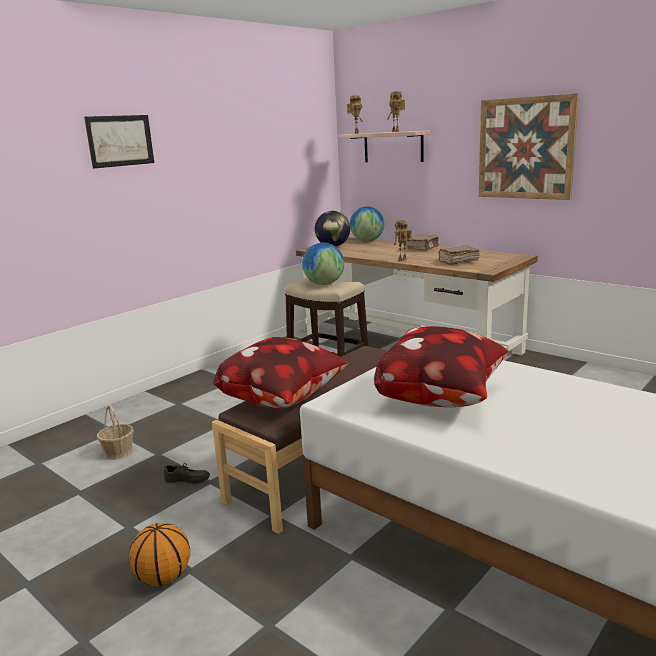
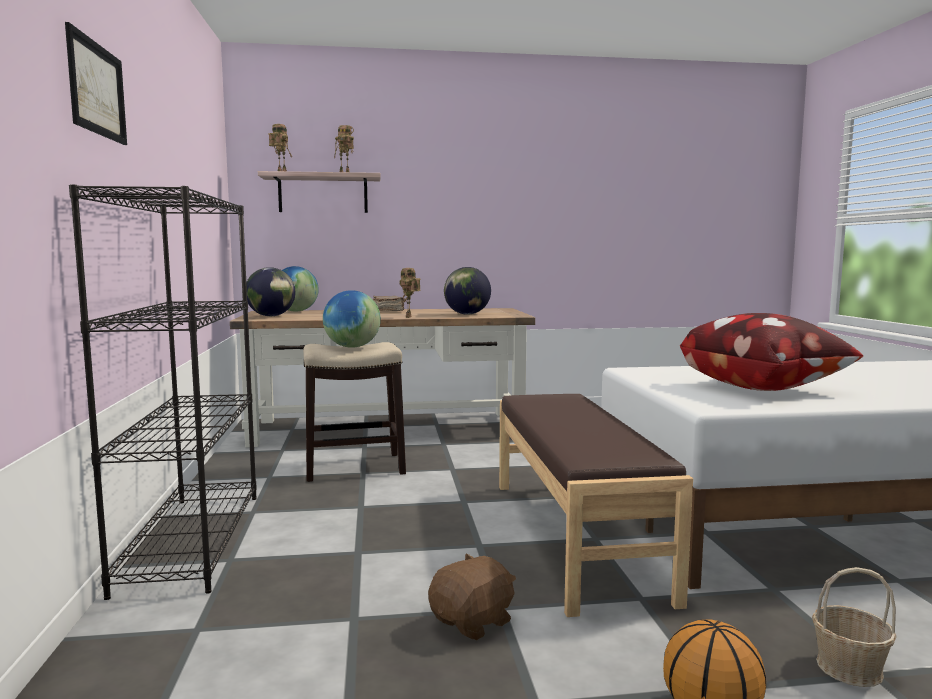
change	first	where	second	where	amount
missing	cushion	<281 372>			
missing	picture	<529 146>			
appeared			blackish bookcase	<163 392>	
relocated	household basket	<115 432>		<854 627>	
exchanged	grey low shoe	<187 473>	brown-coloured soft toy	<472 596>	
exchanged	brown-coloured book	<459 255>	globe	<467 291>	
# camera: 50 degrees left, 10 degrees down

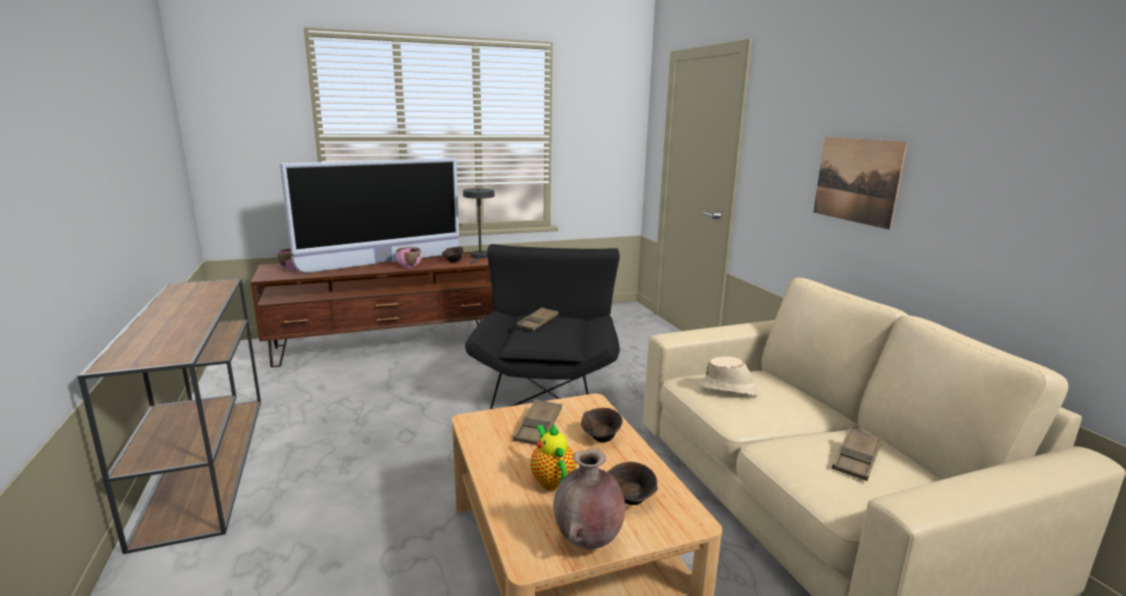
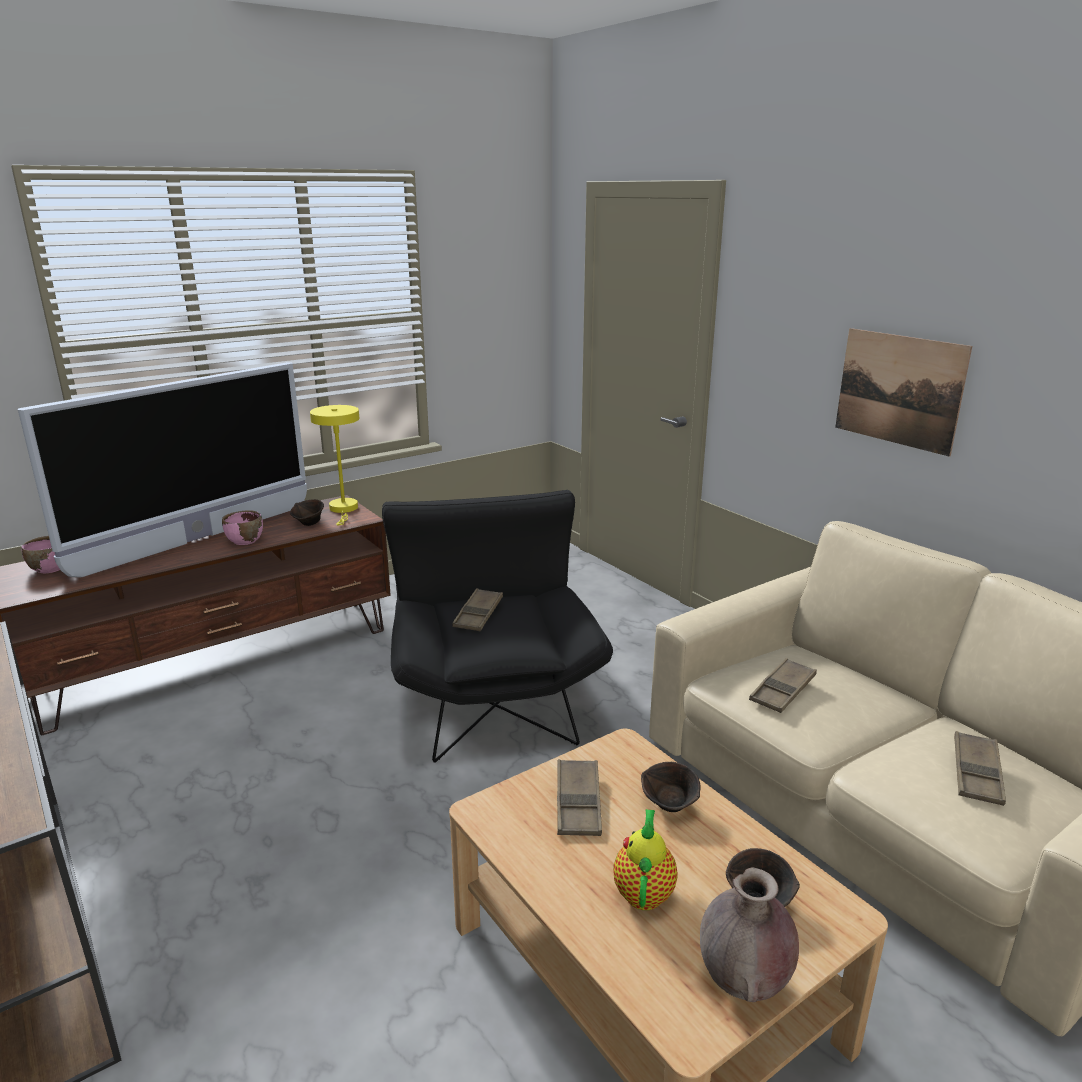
change	first	where	second	where	amount
exchanged	sand-coloured clothing hat	<729 376>	brown-coloured serving tray	<783 685>	
colour	grey lamp for a table	<478 226>	yellowish lamp for a table	<335 465>	
spun	teapot	<553 457>		<645 859>	45 degrees clockwise
# camera: 15 degrees left, 5 degrees up

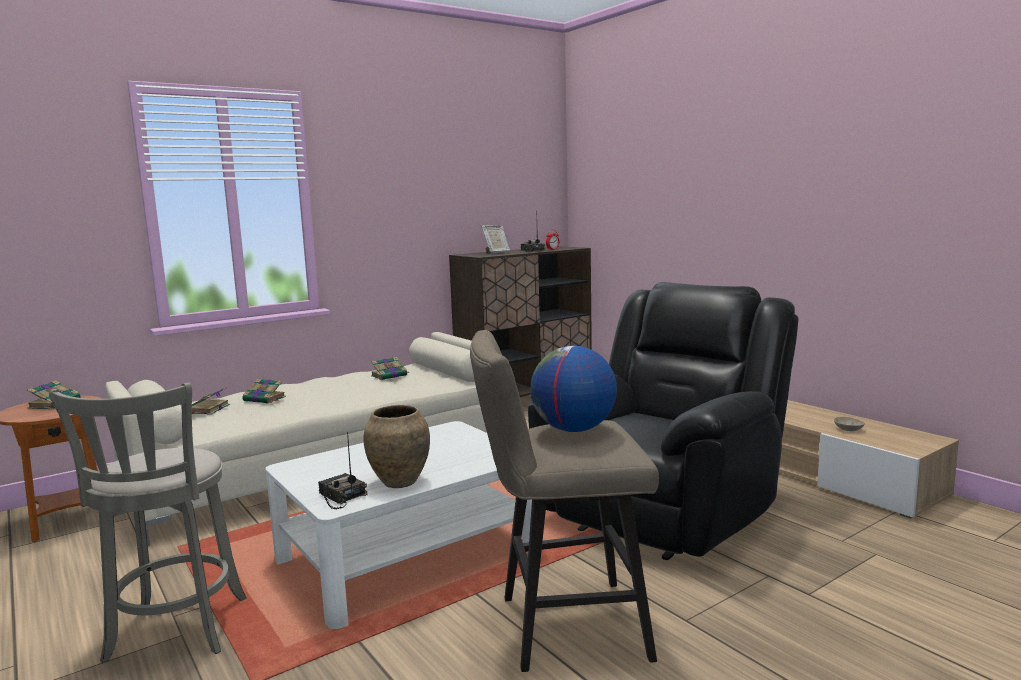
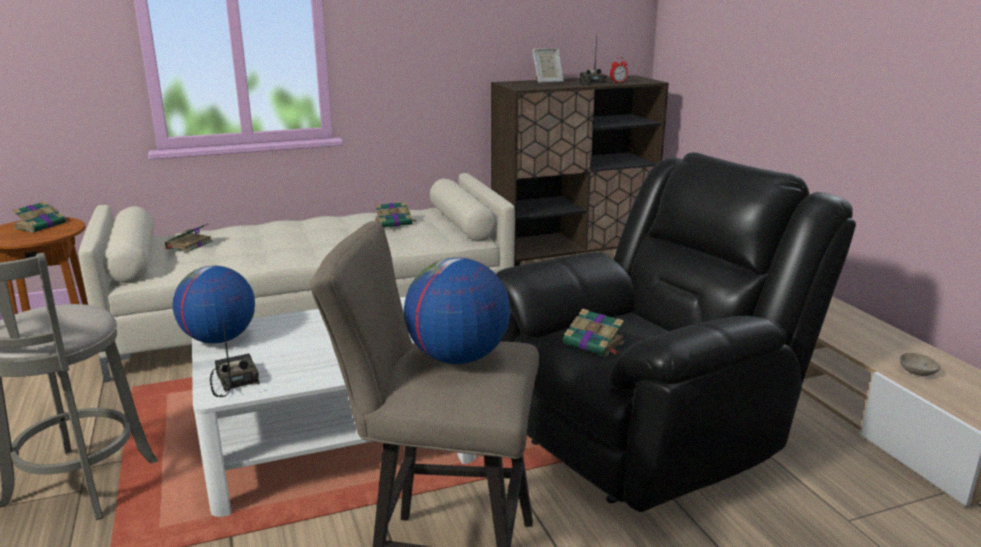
change	first	where	second	where	amount
missing	brown-coloured flower vase	<396 446>			
appeared			globe	<213 304>	
relocated	book	<264 391>		<593 333>	
# camera: 15 degrees right, 10 degrees up

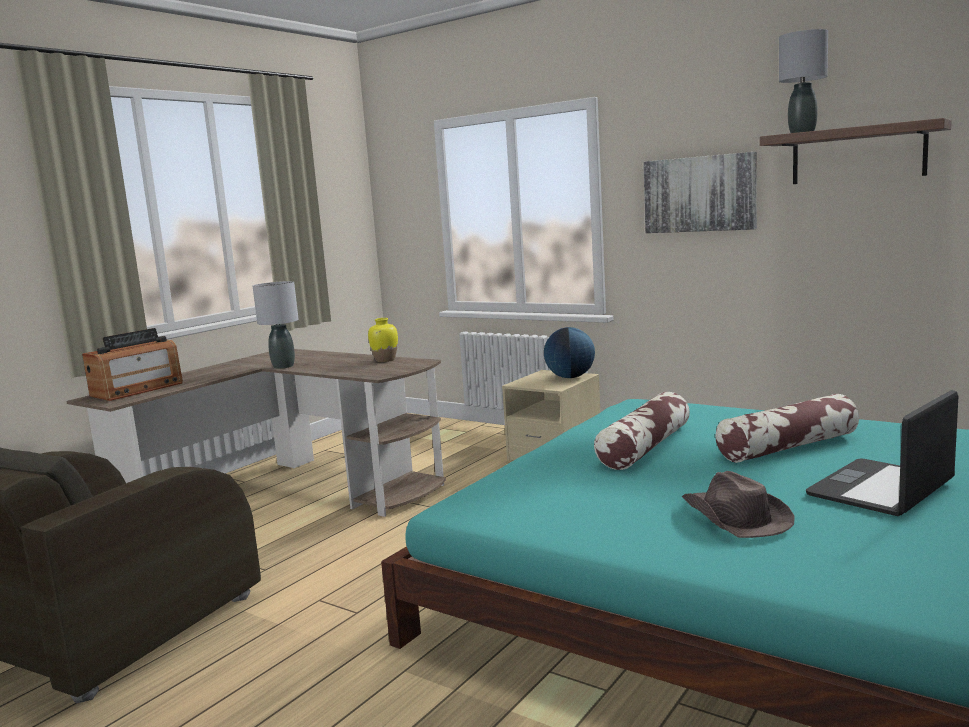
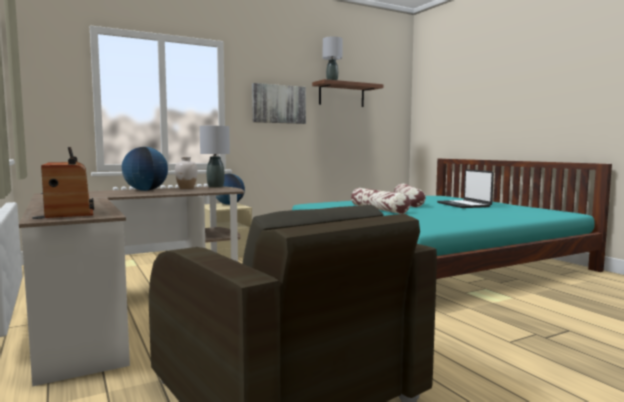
change	first	where	second	where	amount
missing	brown-coloured clothing hat	<737 504>			
appeared			globe	<144 169>	
relocated	grey lamp for a table	<276 325>		<215 157>	
colour	yellowish flower vase	<383 340>	whitish flower vase	<186 173>	
# camera: 65 degrees left, 5 degrees down

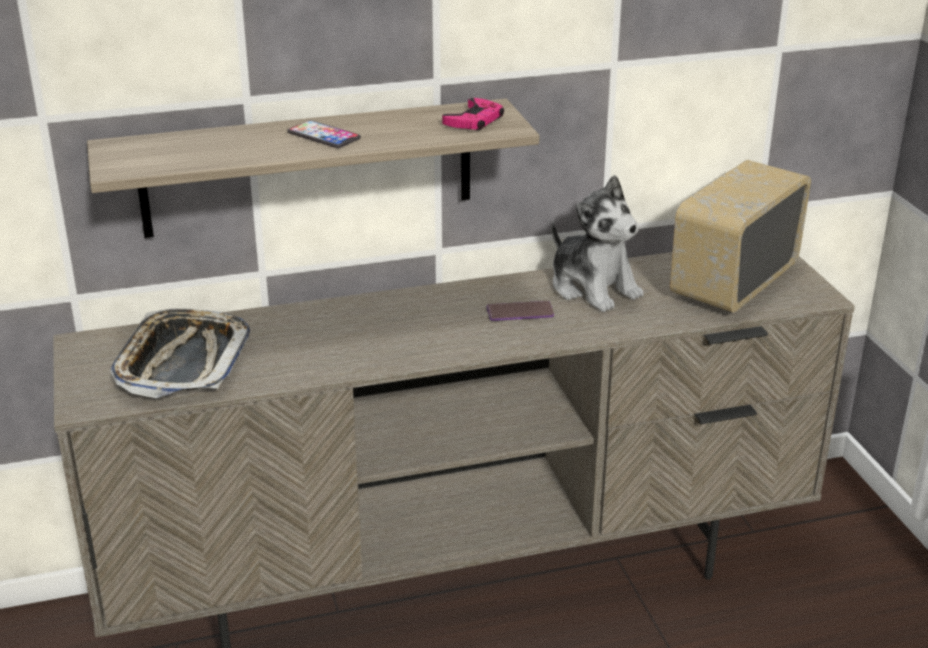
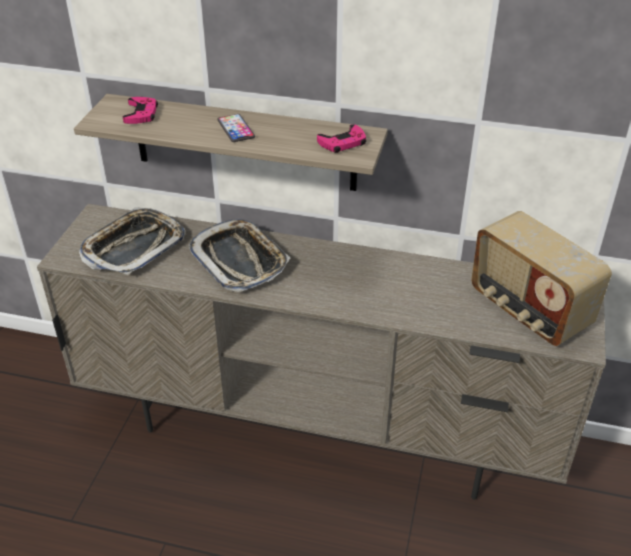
change	first	where	second	where	amount
missing	phone	<520 311>			
missing	soft toy	<598 243>			
appeared			pink joypad	<140 110>	
appeared			serving tray	<239 255>	
spun	radio set	<740 236>		<541 278>	105 degrees counterclockwise
# camera: 30 degrees right, 10 degrees up

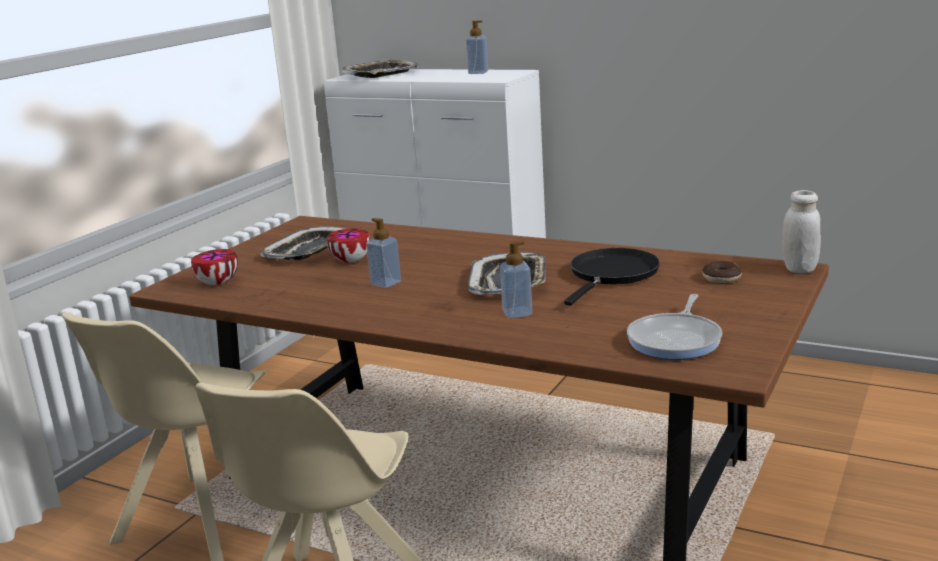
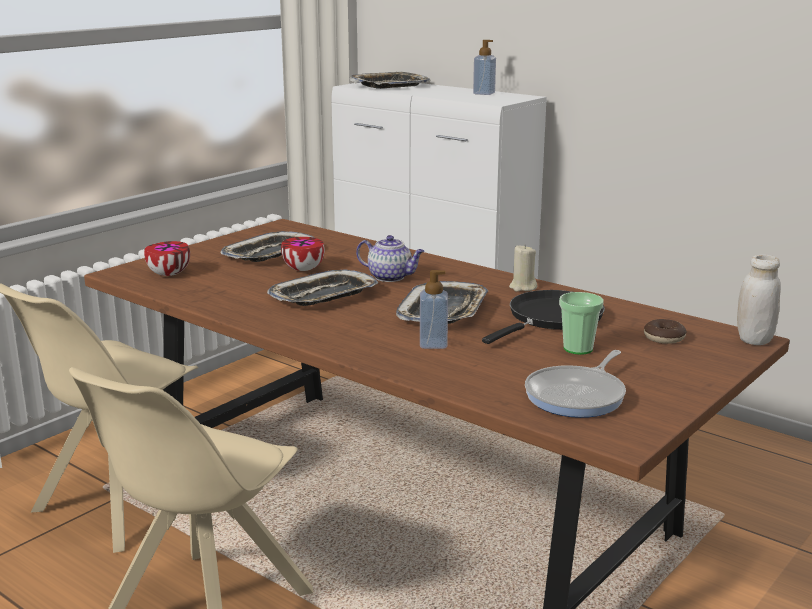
change	first	where	second	where	amount
appeared			teapot	<390 258>	
appeared			sand-coloured wax light	<523 268>	
appeared			cup	<581 323>	
exchanged	liquid soap bottle	<383 253>	serving tray	<322 287>	
# camera: 10 degrees right, 0 degrees up

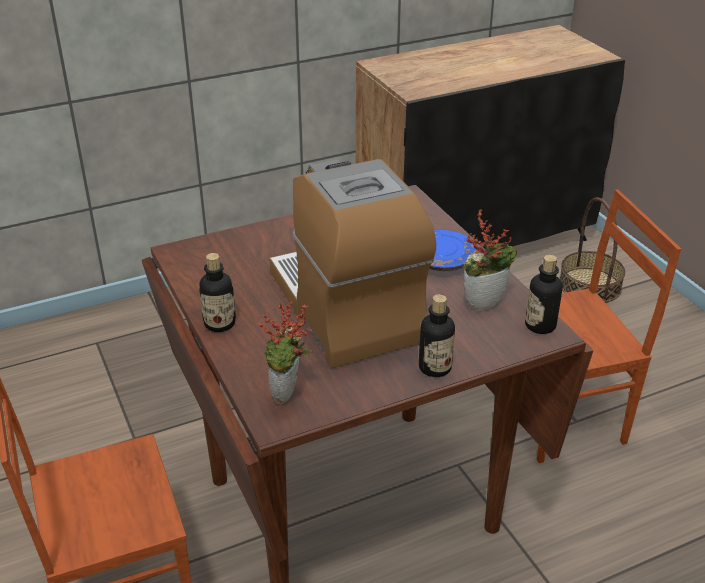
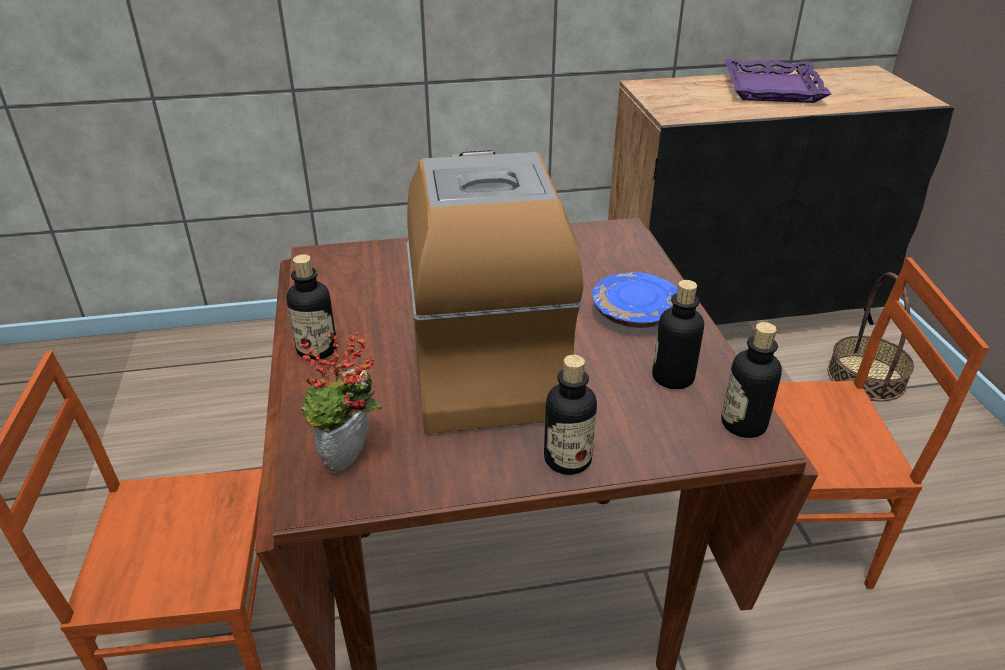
change	first	where	second	where	amount
appeared			purple serving tray	<777 81>	
exchanged	houseplant	<489 260>	bottle	<678 334>	
# camera: 15 degrees right, 0 degrees up

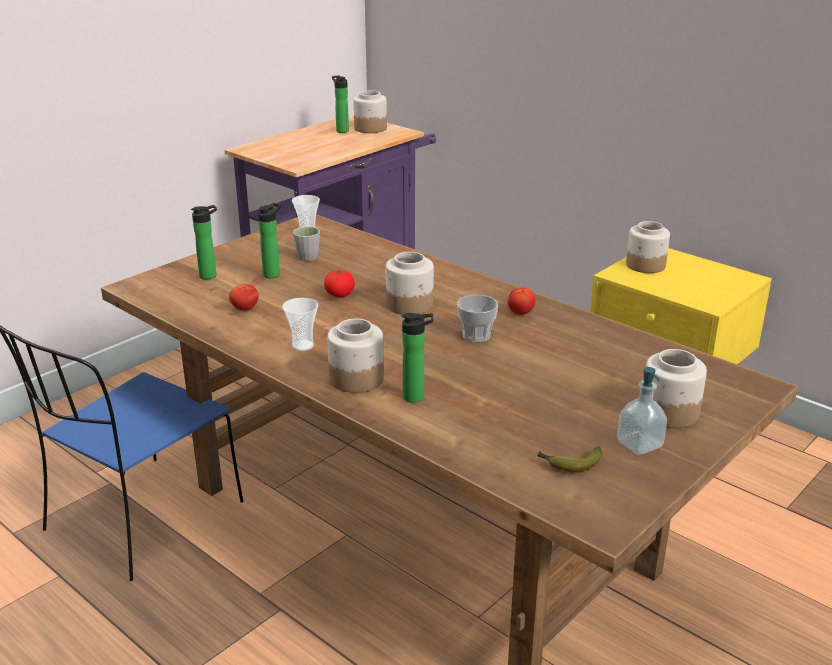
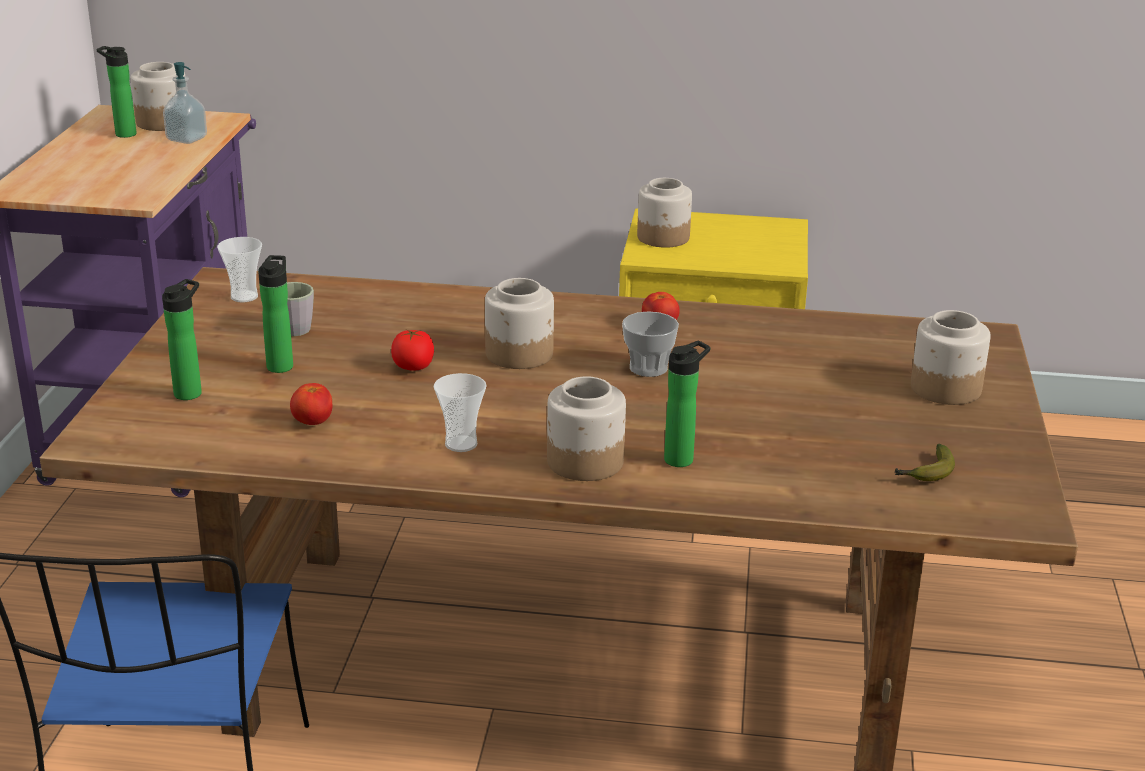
change	first	where	second	where	amount
relocated	liquid soap bottle	<642 411>		<185 103>	
# camera: 35 degrees left, 0 degrees up

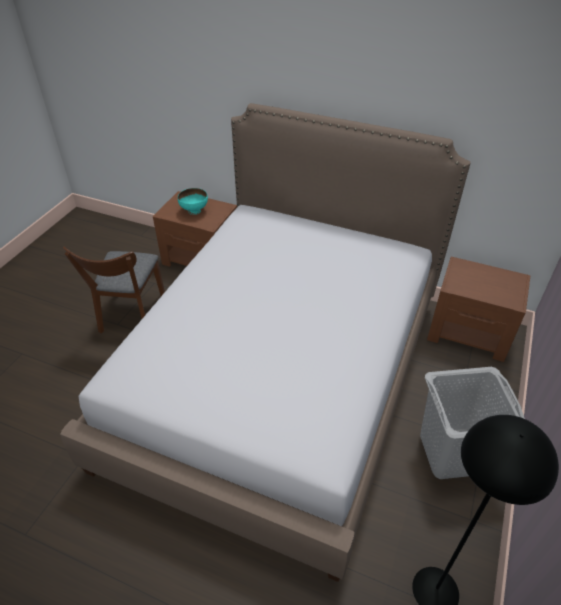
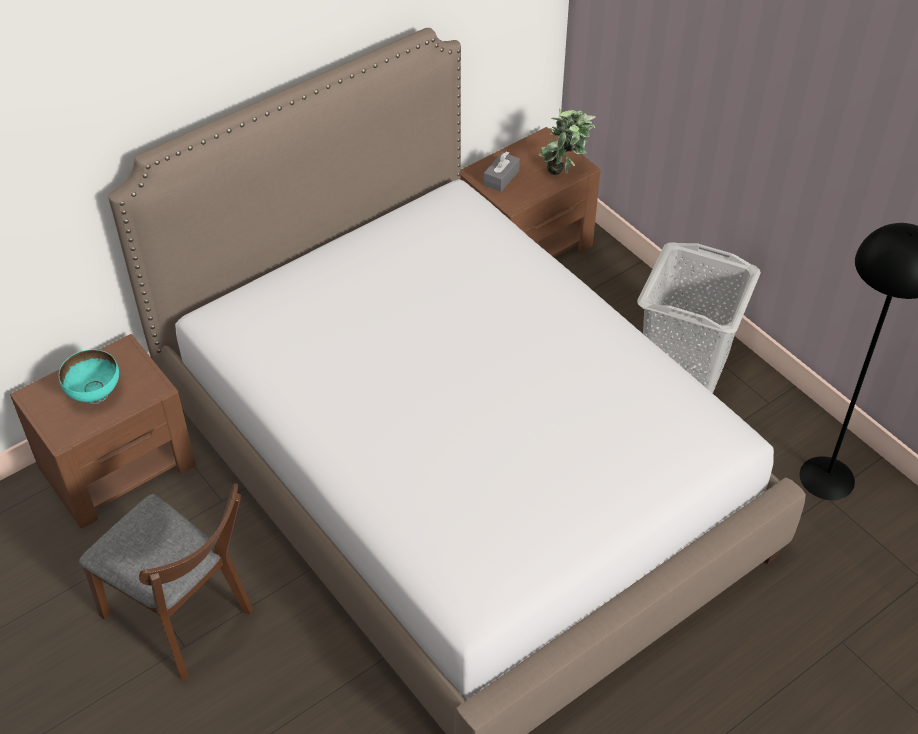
change	first	where	second	where	amount
appeared			grey tissue holder	<502 171>	
appeared			houseplant	<567 141>	
# camera: 60 degrees left, 5 degrees up

